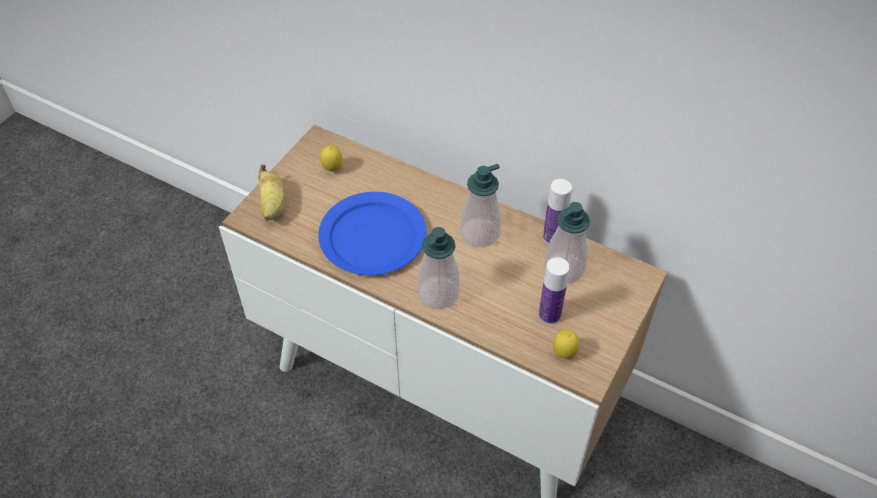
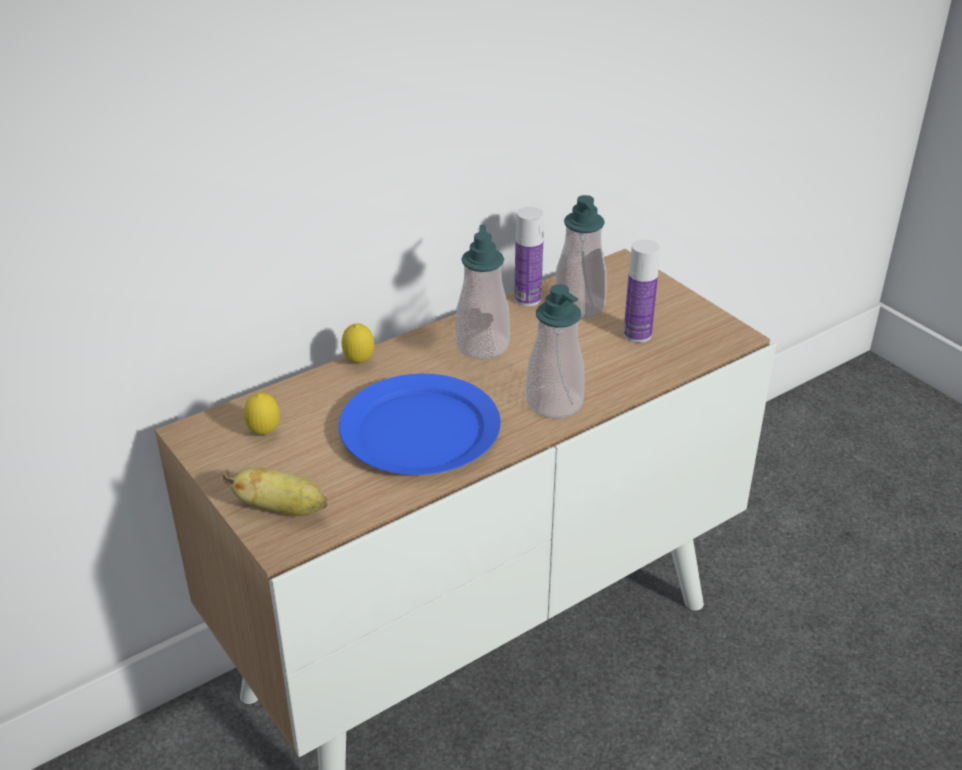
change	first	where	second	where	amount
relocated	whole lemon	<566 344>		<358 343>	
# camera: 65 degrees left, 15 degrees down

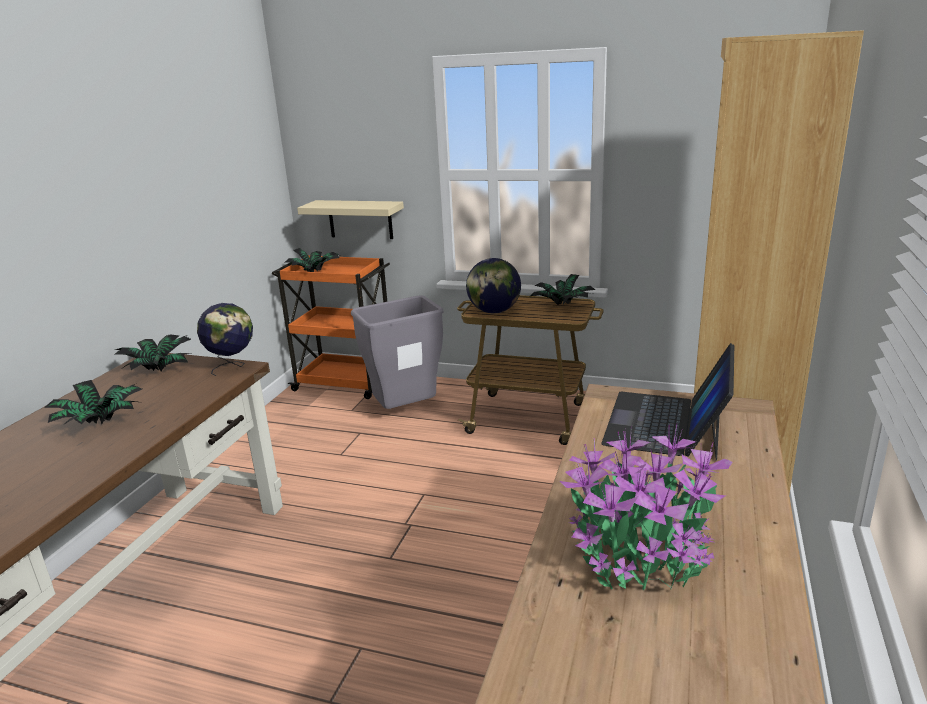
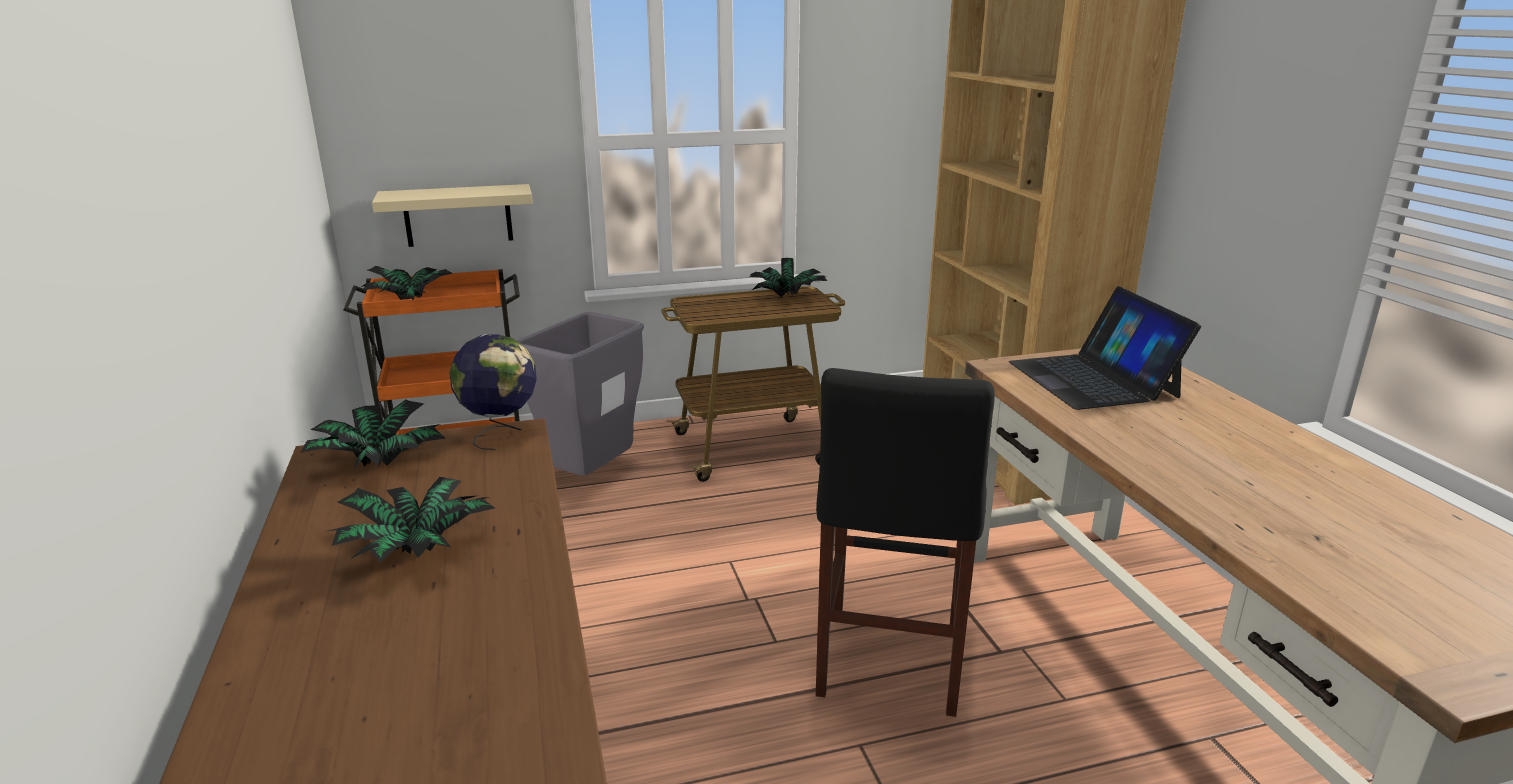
change	first	where	second	where	amount
missing	globe	<493 285>			
missing	houseplant	<646 508>			
appeared			blackish stool seat	<905 542>	
# camera: 35 degrees left, 0 degrees up

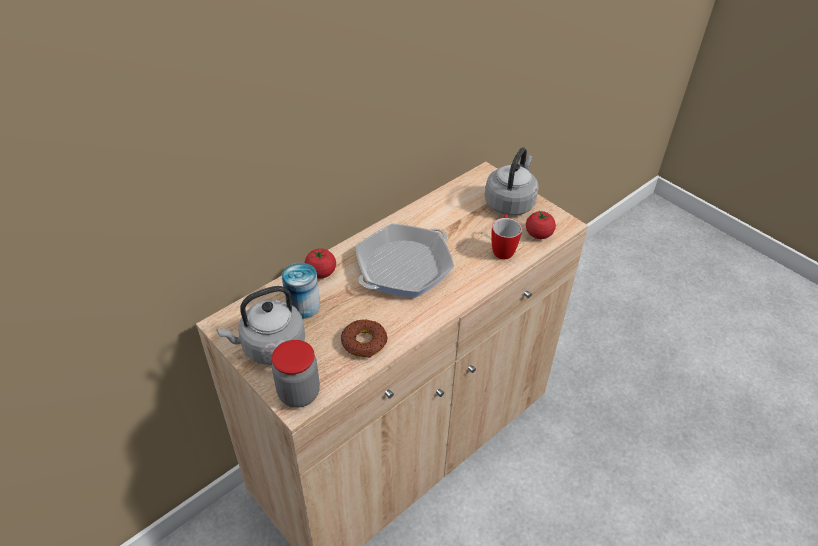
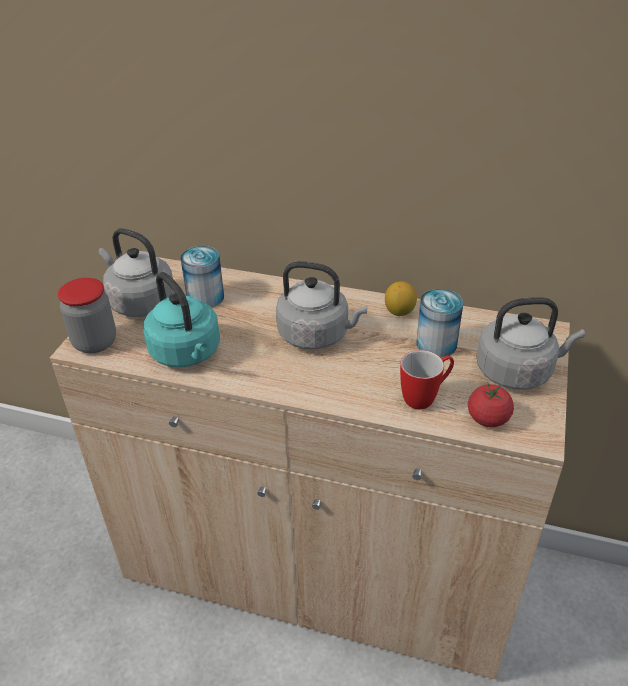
change	first	where	second	where	amount
missing	fresh tomato	<320 263>			
appeared			whole lemon	<401 298>	
appeared			can	<439 323>	
exchanged	ring doughnut	<364 339>	blue-green tea kettle	<181 319>	
exchanged	pan	<405 260>	grey tea kettle	<322 305>	
# camera: 60 degrees right, 5 degrees down

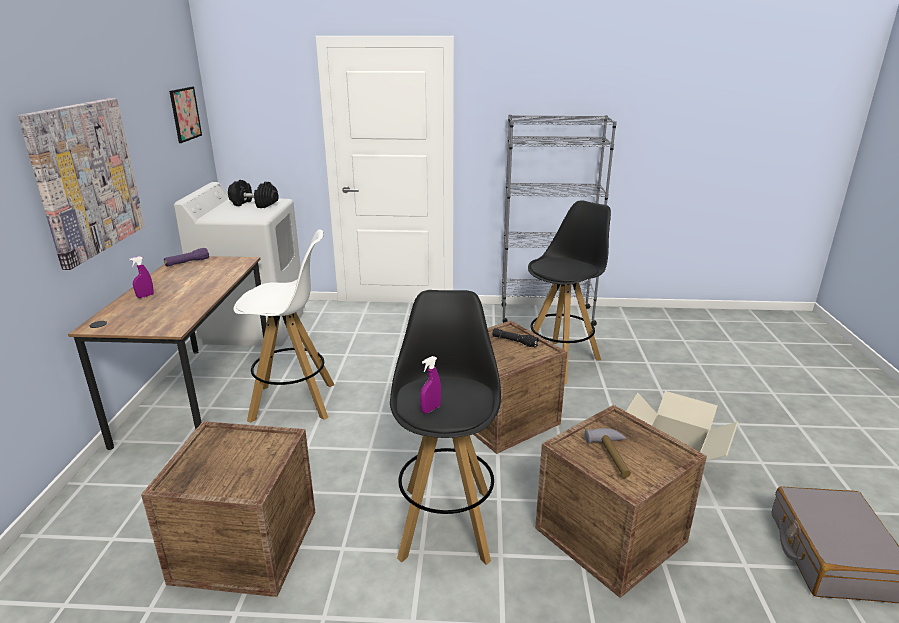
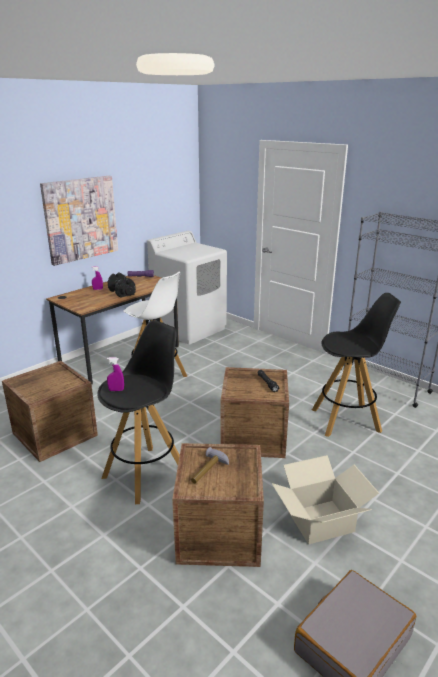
change	first	where	second	where	amount
missing	picture	<185 115>			
relocated	blackish hand weight	<253 194>		<122 285>	
# camera: 40 degrees right, 0 degrees up

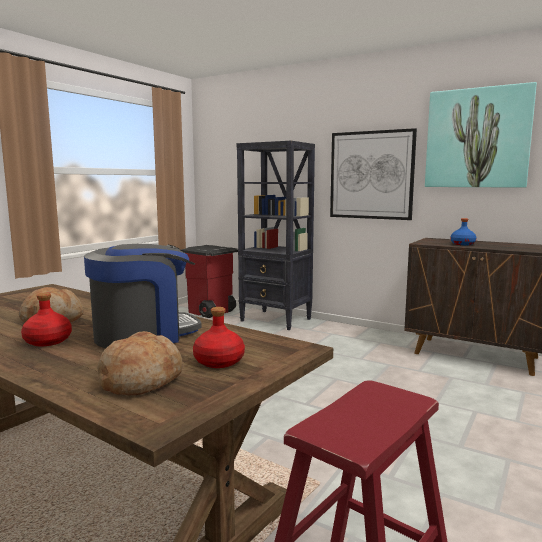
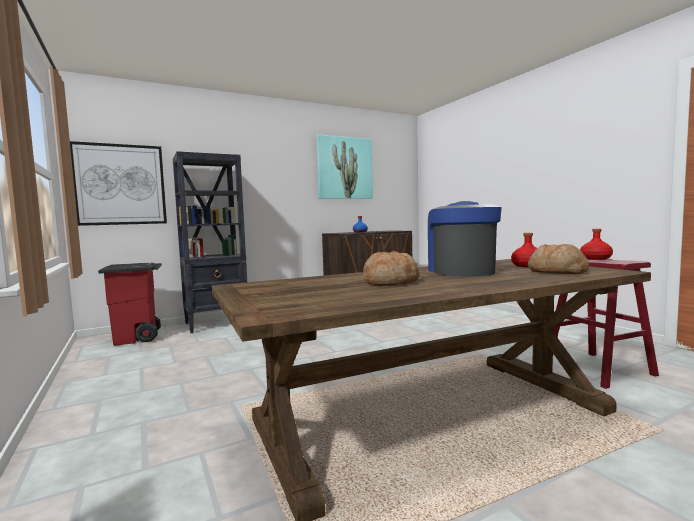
change	first	where	second	where	amount
relocated	reddish bottle	<46 319>		<596 244>	
relocated	picture	<373 174>		<118 183>	
# camera: 60 degrees left, 5 degrees down

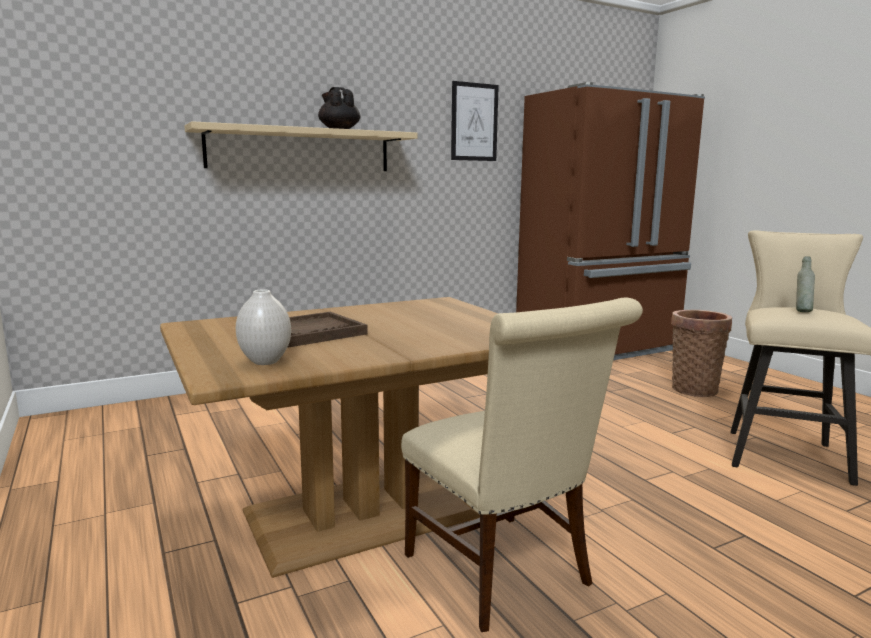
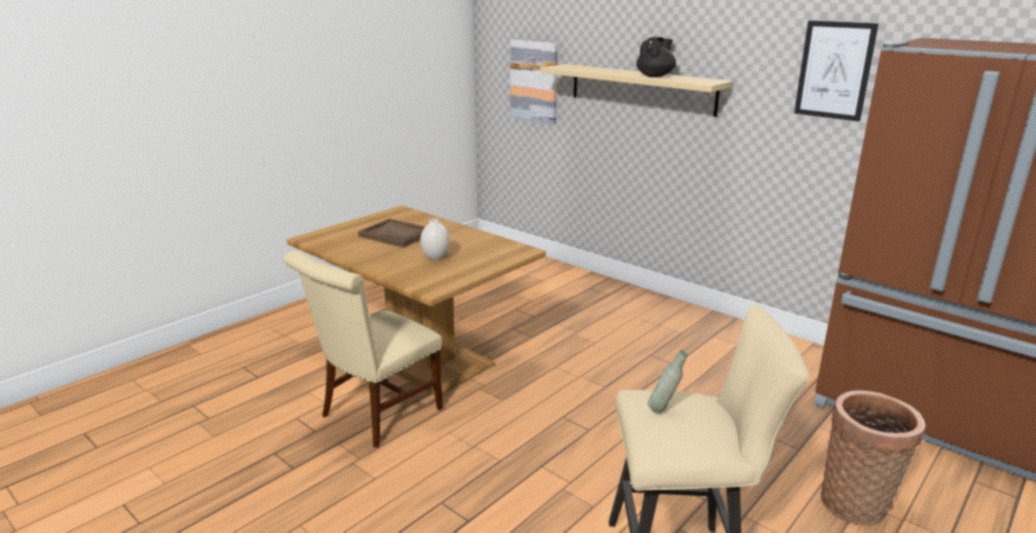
change	first	where	second	where	amount
appeared			picture	<534 82>	
relocated	whitish flower vase	<263 327>		<435 239>	
# camera: 70 degrees right, 10 degrees up

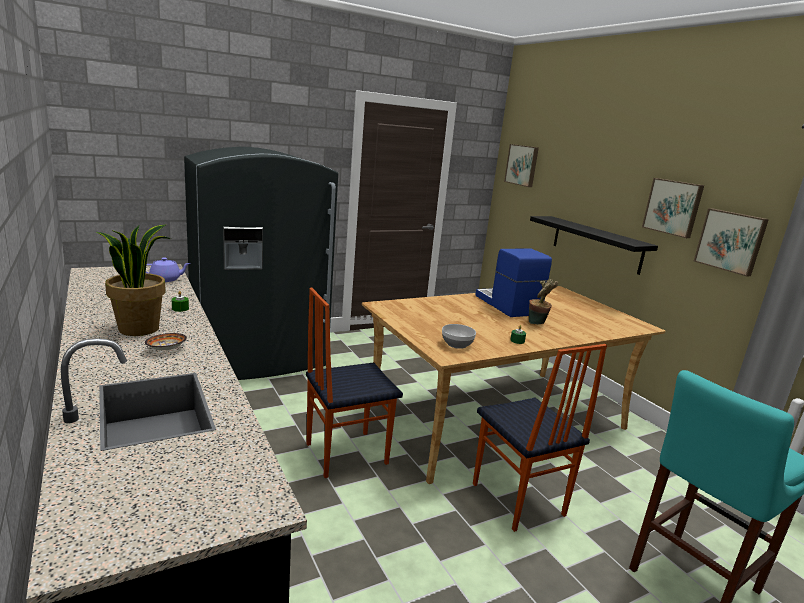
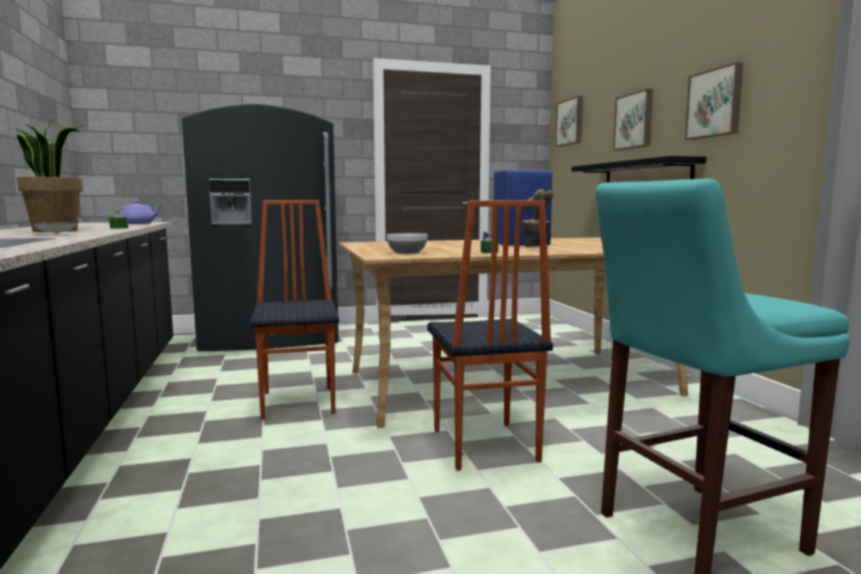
change	first	where	second	where	amount
relocated	picture	<731 242>		<633 119>	
spun	plain chair	<354 383>		<294 310>	90 degrees clockwise
# camera: 15 degrees right, 10 degrees down

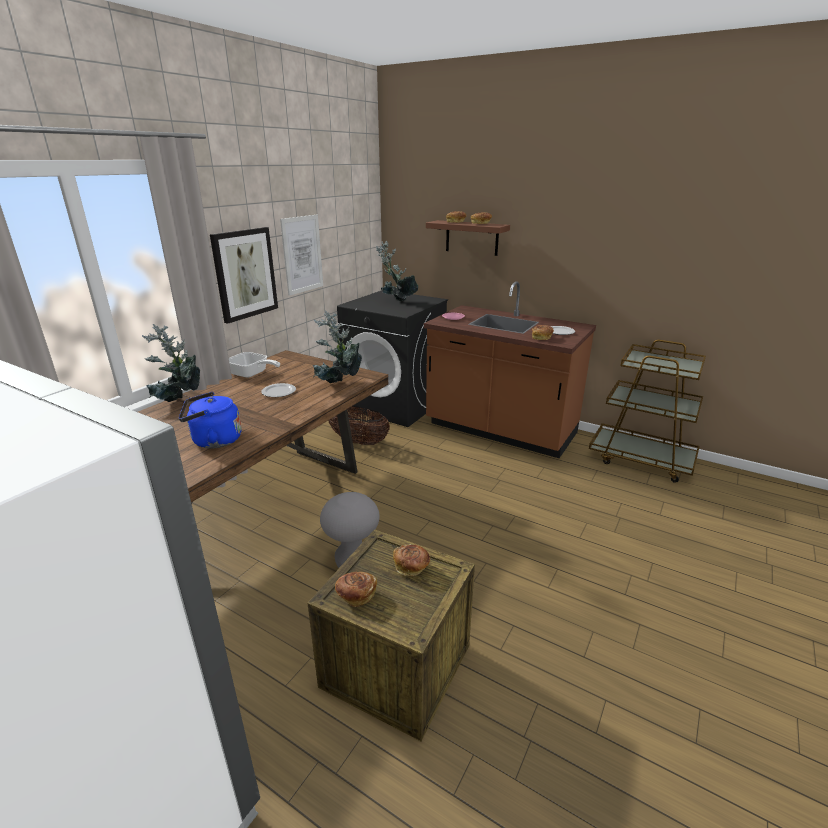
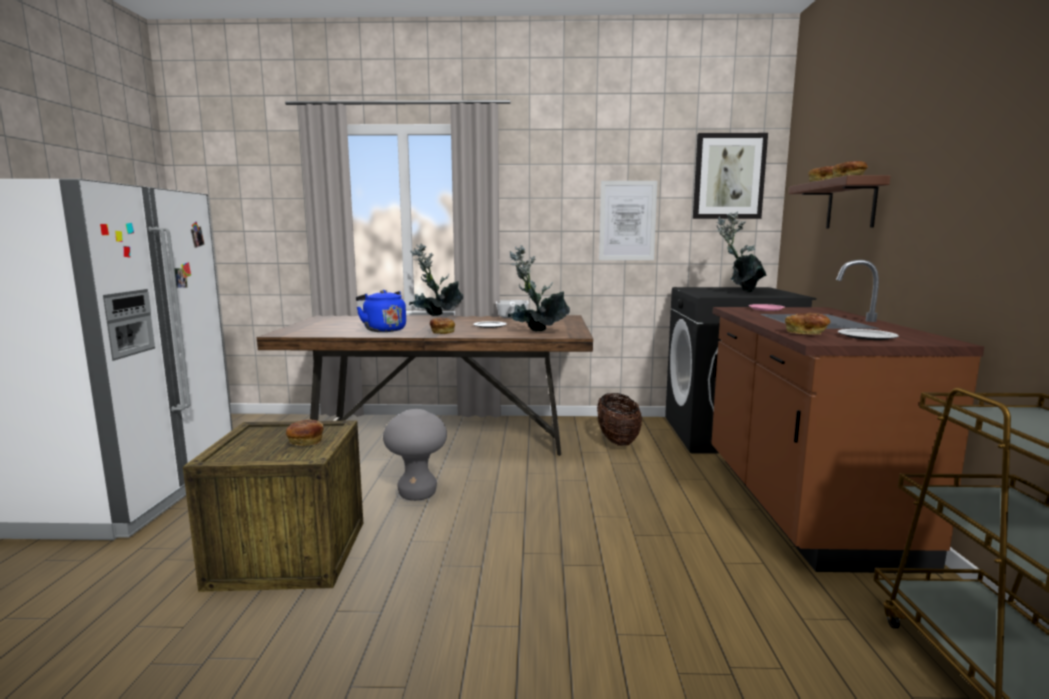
change	first	where	second	where	amount
relocated	picture	<244 275>		<730 176>	
relocated	bread	<356 589>		<442 326>	
# camera: 60 degrees right, 15 degrees down

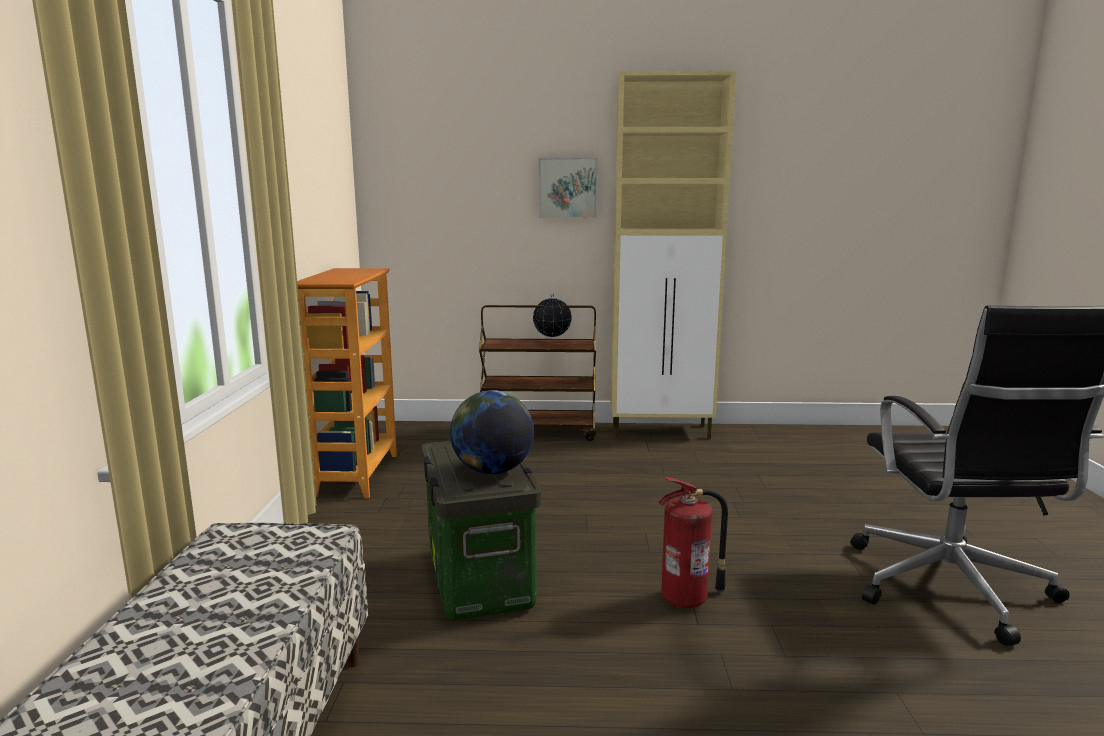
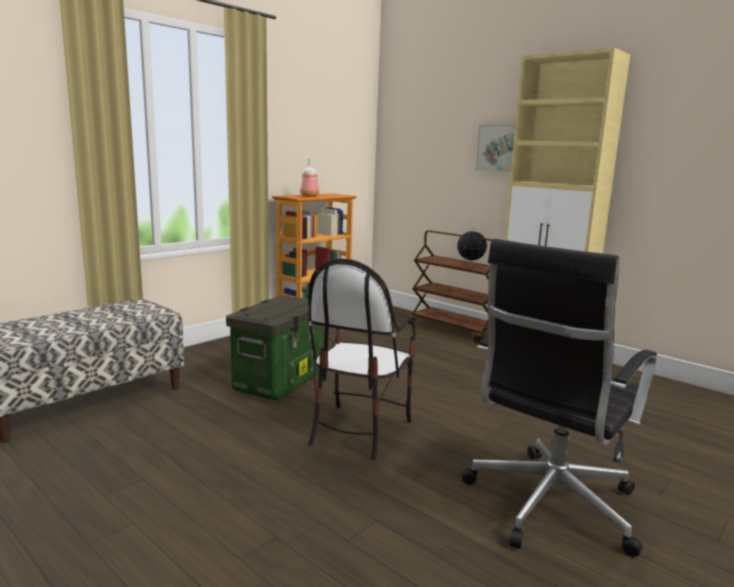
change	first	where	second	where	amount
missing	globe	<492 432>			
appeared			bottle	<310 177>	
exchanged	fire extinguisher	<693 542>	plain chair	<362 359>	
# camera: 40 degrees right, 0 degrees up

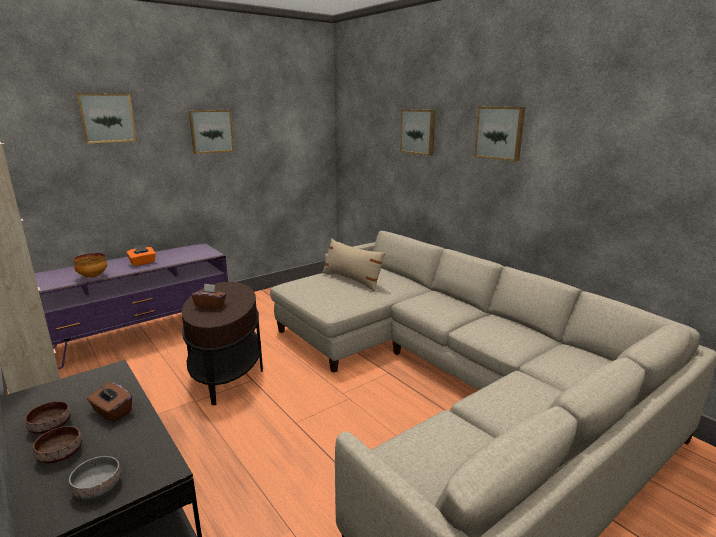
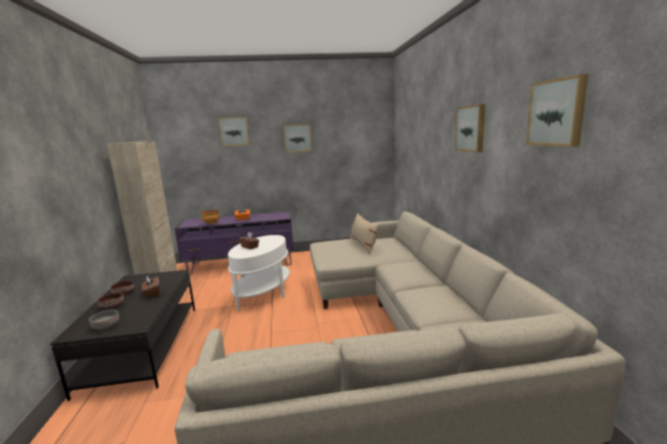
change	first	where	second	where	amount
relocated	picture	<418 132>		<557 110>	
colour	brown-coloured side table	<222 343>	whitish side table	<259 273>	
# camera: 30 degrees right, 5 degrees down

